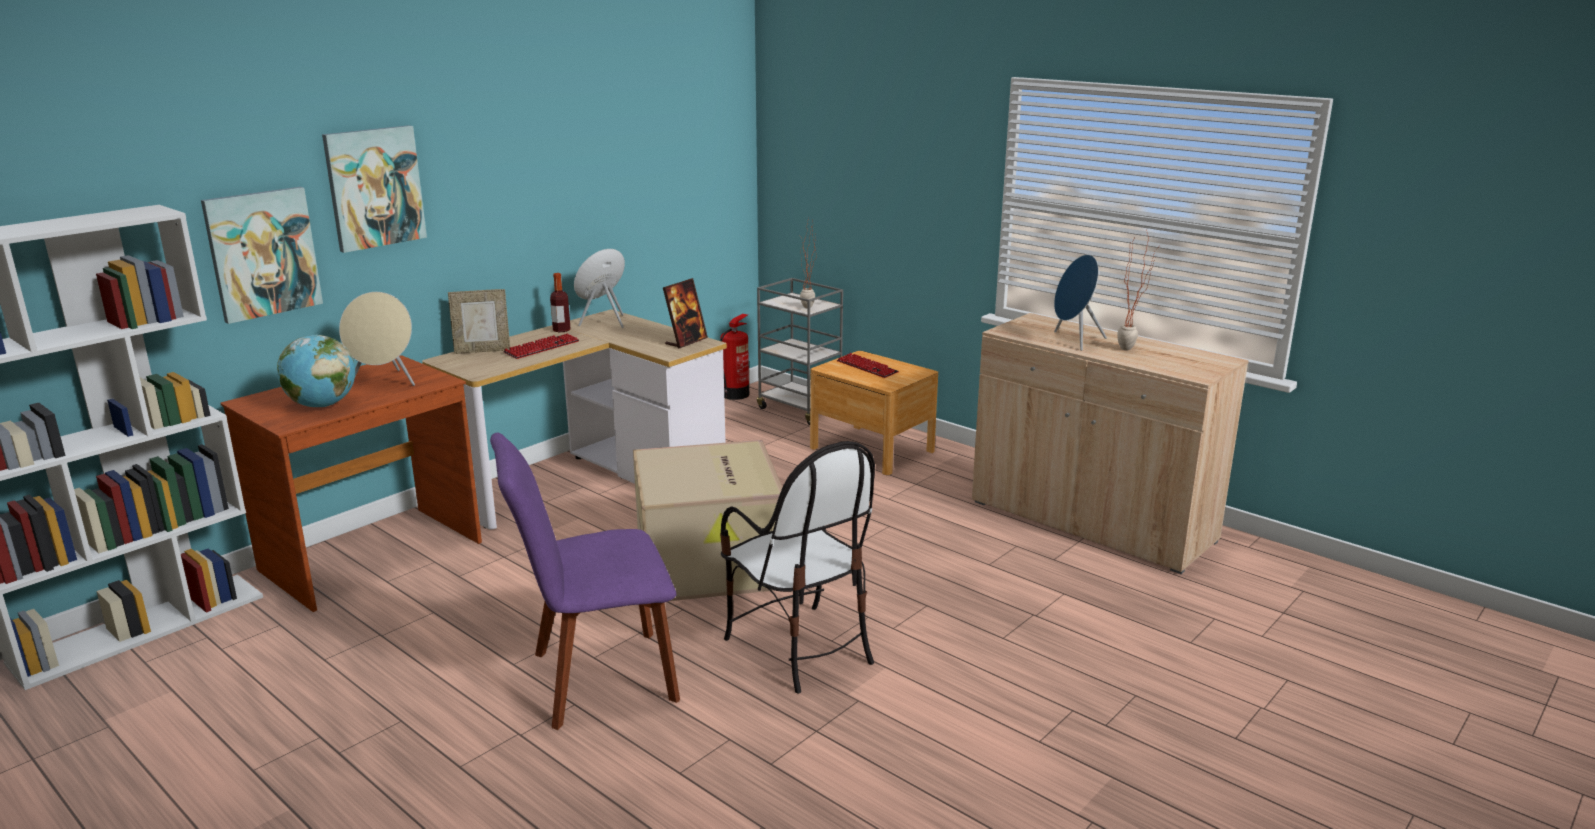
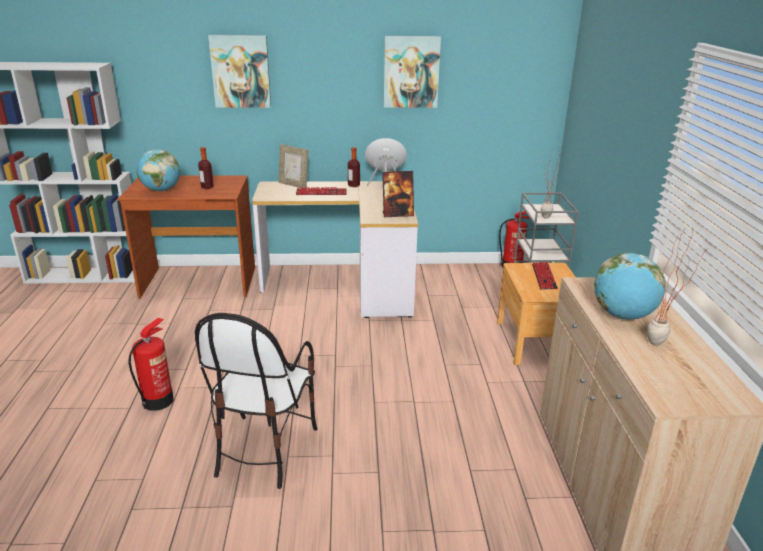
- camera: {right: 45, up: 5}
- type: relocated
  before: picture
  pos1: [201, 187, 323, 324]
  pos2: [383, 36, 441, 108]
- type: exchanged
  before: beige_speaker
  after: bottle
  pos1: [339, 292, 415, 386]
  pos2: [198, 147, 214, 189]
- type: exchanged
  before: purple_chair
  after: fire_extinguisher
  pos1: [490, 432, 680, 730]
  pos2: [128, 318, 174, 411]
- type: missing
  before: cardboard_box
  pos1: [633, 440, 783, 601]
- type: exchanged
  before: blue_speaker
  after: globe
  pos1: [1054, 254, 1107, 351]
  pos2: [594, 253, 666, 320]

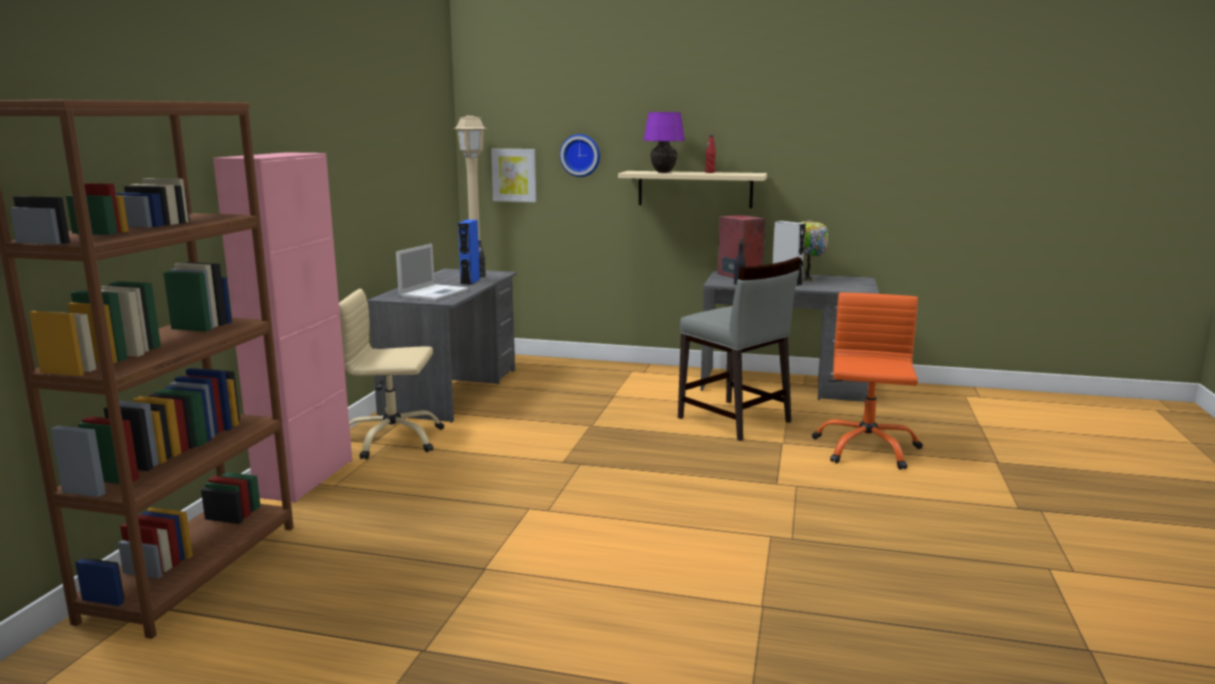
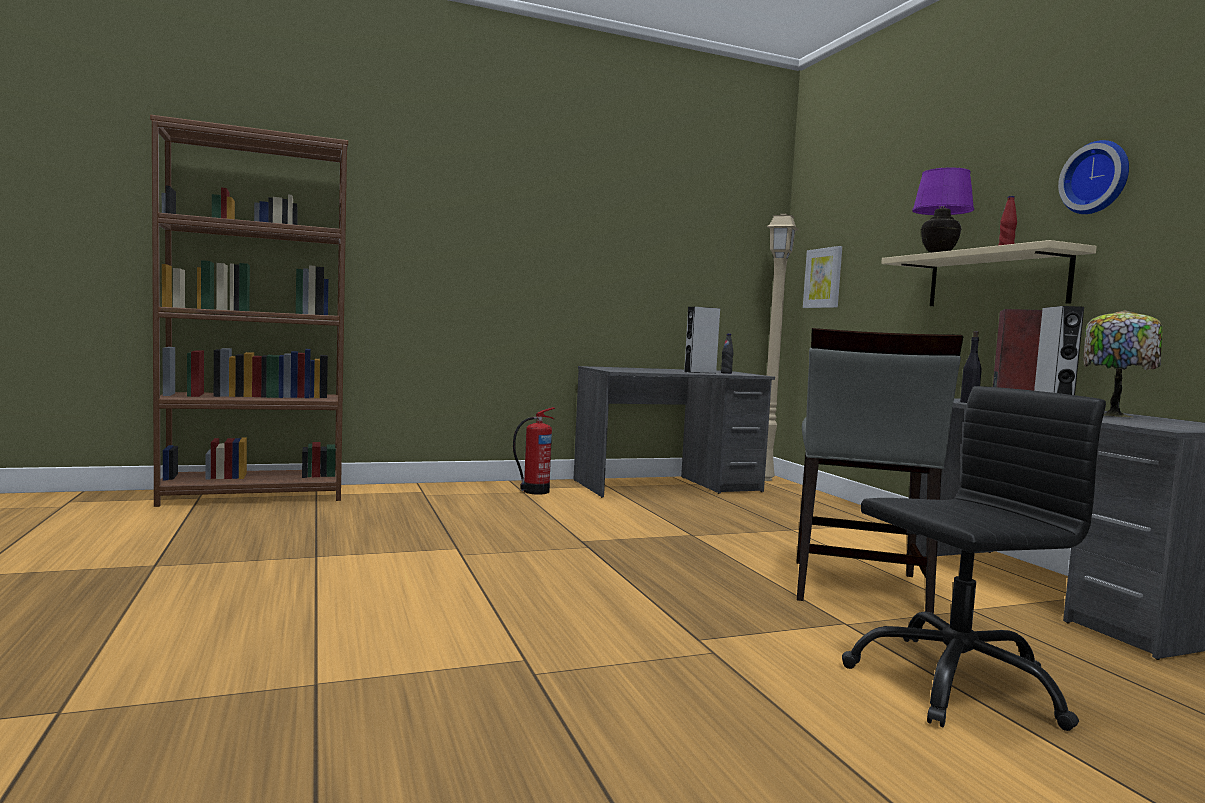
- camera: {right: 55, up: -10}
- type: missing
  before: pink_cabinet
  pos1: [213, 152, 352, 503]
- type: exchanged
  before: beige_office_chair
  after: fire_extinguisher
  pos1: [339, 289, 444, 460]
  pos2: [513, 407, 555, 495]
- type: missing
  before: laptop
  pos1: [396, 244, 469, 301]
- type: colour
  before: blue_speaker
  after: grey_speaker
  pos1: [458, 220, 480, 285]
  pos2: [684, 307, 720, 373]
- type: relocated
  before: wall_clock
  pos1: [560, 134, 600, 177]
  pos2: [1058, 140, 1129, 214]
- type: colour
  before: orange_office_chair
  after: black_office_chair
  pos1: [812, 293, 923, 470]
  pos2: [842, 386, 1106, 731]

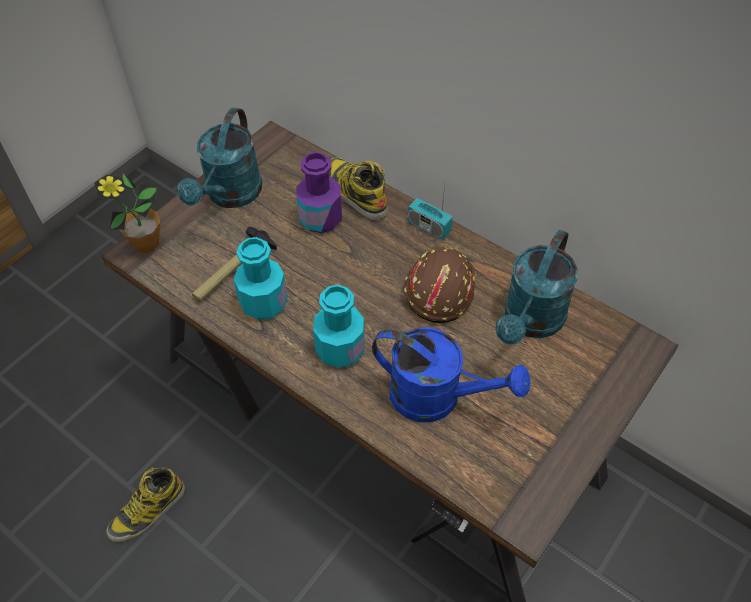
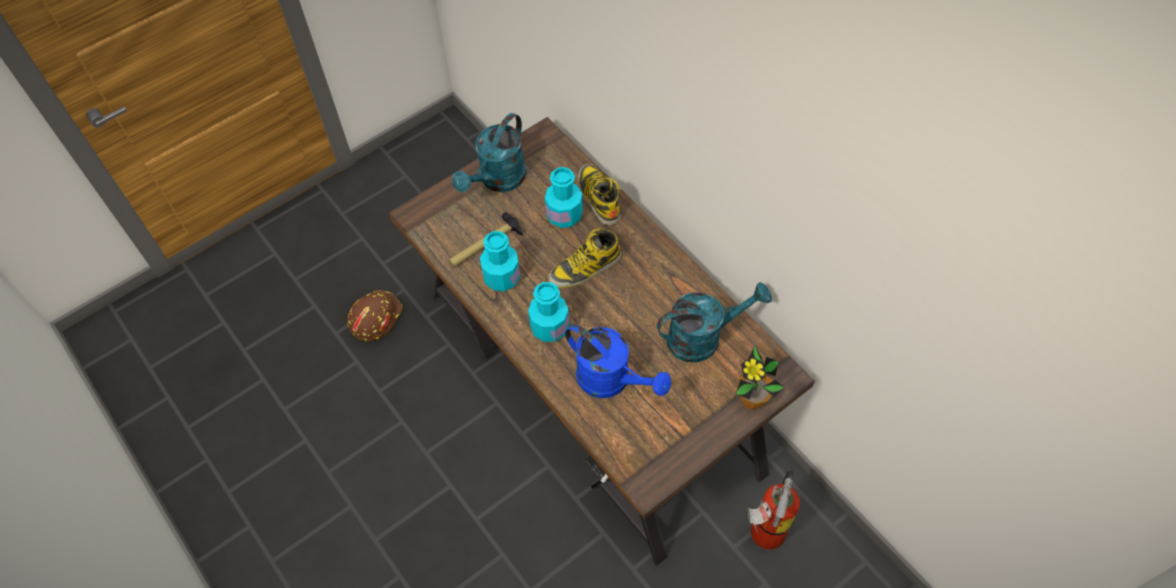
- camera: {right: 15, up: 5}
- type: relocated
  before: potted_plant
  pos1: [95, 173, 160, 253]
  pos2: [736, 345, 784, 410]
- type: relocated
  before: boot
  pos1: [106, 467, 185, 542]
  pos2: [548, 228, 621, 288]
- type: colour
  before: purple_bottle
  after: turquoise_bottle
  pos1: [296, 152, 342, 233]
  pos2: [545, 167, 583, 228]
- type: relocated
  before: brown_hard_hat
  pos1: [404, 247, 475, 323]
  pos2: [347, 290, 403, 342]
- type: missing
  before: radio
  pos1: [408, 184, 453, 240]
- type: spun
  before: turquoise_watering_can
  pos1: [495, 230, 578, 345]
  pos2: [657, 282, 772, 363]
  turn: -150
- type: appeared
  after: fire_extinguisher
  pos2: [747, 469, 800, 550]

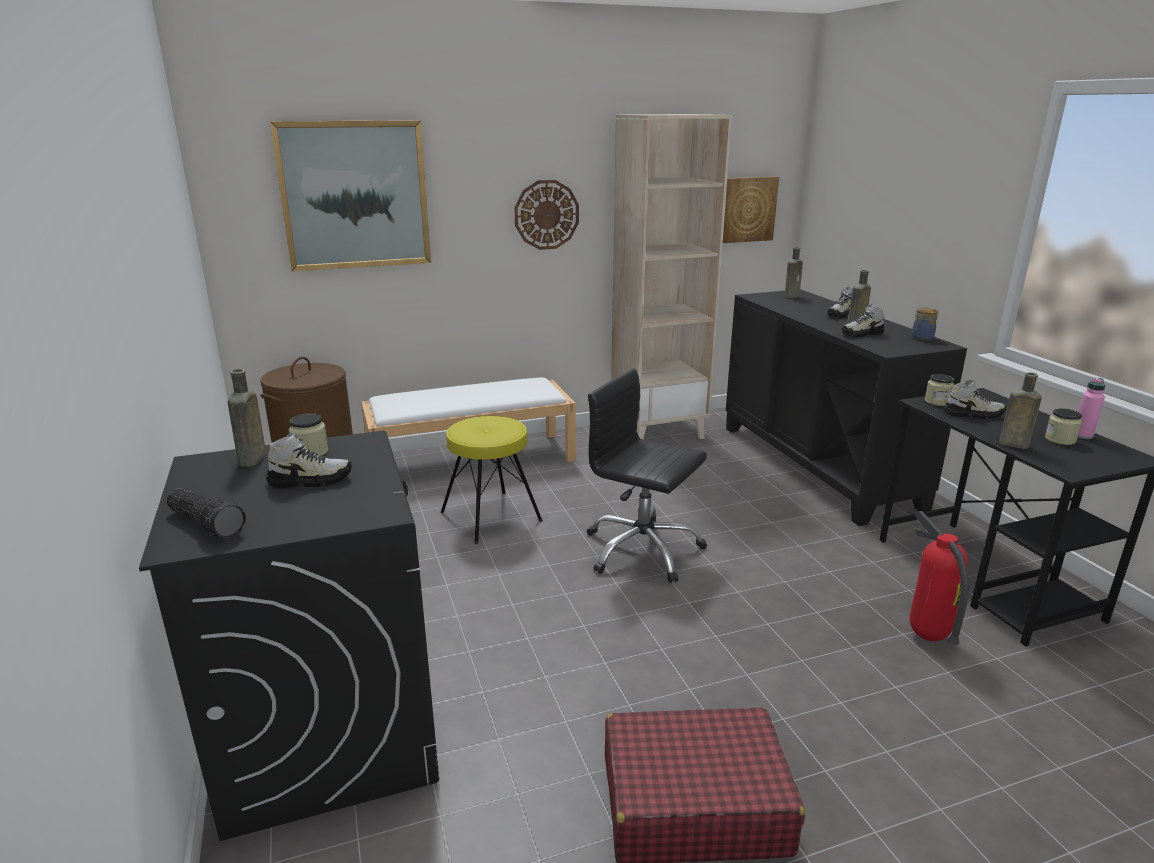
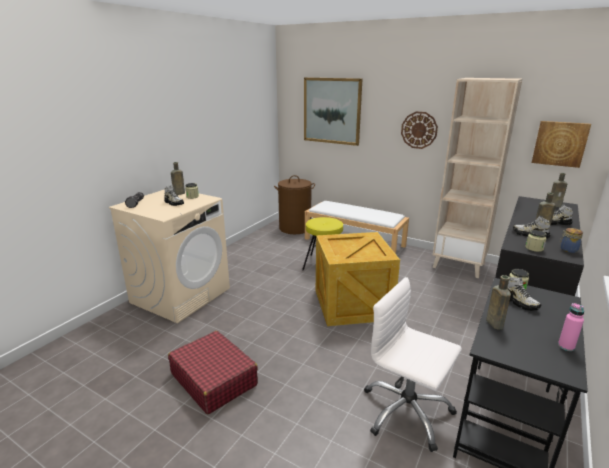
- camera: {right: 50, up: 0}
- type: colour
  before: black_washing_machine
  after: beige_washing_machine
  pos1: [139, 431, 439, 841]
  pos2: [109, 190, 230, 323]
- type: exchanged
  before: black_office_chair
  after: crate
  pos1: [587, 368, 707, 583]
  pos2: [316, 232, 400, 326]
- type: exchanged
  before: fire_extinguisher
  after: white_office_chair
  pos1: [910, 511, 969, 645]
  pos2: [364, 277, 462, 452]
- type: relocated
  before: jar
  pos1: [1045, 408, 1082, 445]
  pos2: [525, 230, 547, 252]

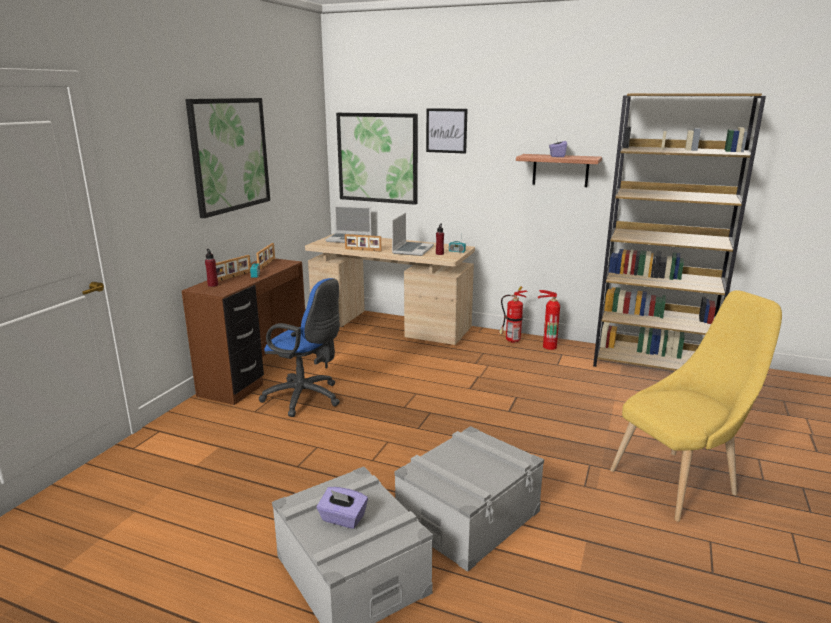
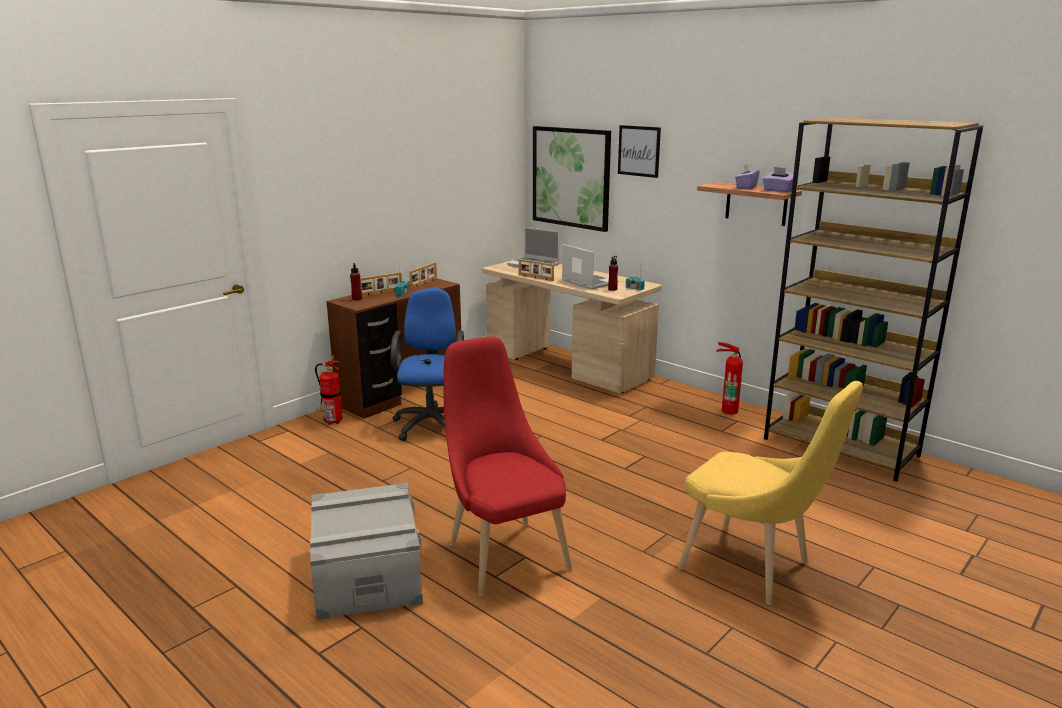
- camera: {right: 20, up: 0}
- type: missing
  before: picture
  pos1: [185, 98, 270, 218]
- type: spun
  before: blue_office_chair
  pos1: [259, 278, 340, 417]
  pos2: [391, 288, 464, 441]
  turn: -135
- type: relocated
  before: purple_tissue_box
  pos1: [317, 487, 368, 529]
  pos2: [762, 167, 794, 192]
- type: spun
  before: laptop
  pos1: [392, 213, 434, 256]
  pos2: [562, 244, 618, 289]
  turn: -75
- type: exchanged
  before: grey_storage_box
  after: red_chair
  pos1: [394, 426, 544, 572]
  pos2: [443, 336, 572, 597]
- type: relocated
  before: fire_extinguisher
  pos1: [498, 286, 527, 343]
  pos2: [315, 355, 342, 425]
- type: spun
  before: yellow_chair
  pos1: [610, 290, 782, 522]
  pos2: [678, 381, 863, 605]
  turn: 45

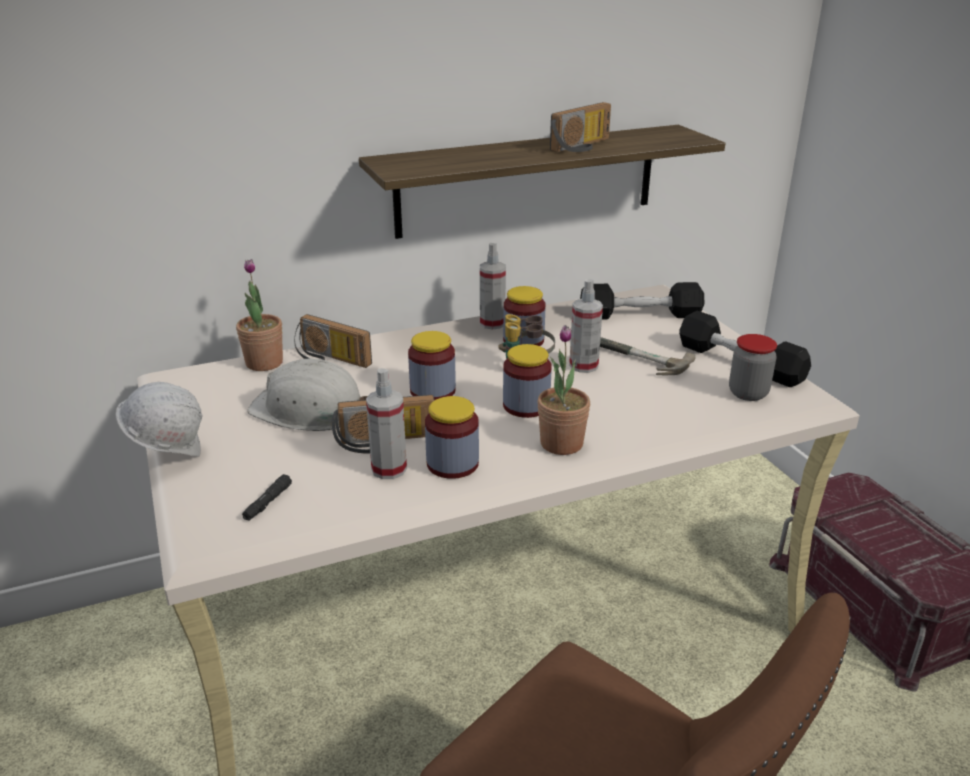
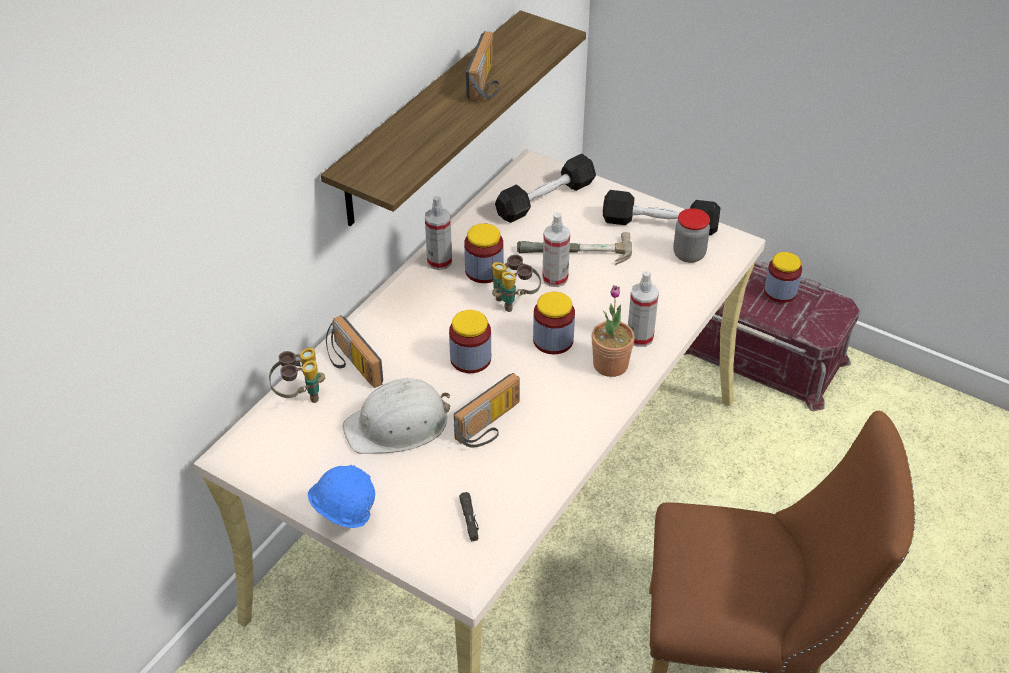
- camera: {right: -35, up: 15}
- type: colour
  before: white_hard_hat
  after: blue_hard_hat
  pos1: [116, 382, 203, 457]
  pos2: [308, 465, 375, 528]
- type: exchanged
  before: potted_plant
  after: binoculars
  pos1: [236, 259, 283, 371]
  pos2: [269, 347, 325, 403]
- type: spun
  before: radio
  pos1: [294, 314, 372, 368]
  pos2: [326, 315, 383, 388]
  turn: 60
- type: relocated
  before: spray_bottle
  pos1: [366, 368, 407, 479]
  pos2: [628, 271, 659, 347]
- type: relocated
  before: jar
  pos1: [425, 396, 479, 479]
  pos2: [764, 252, 802, 303]

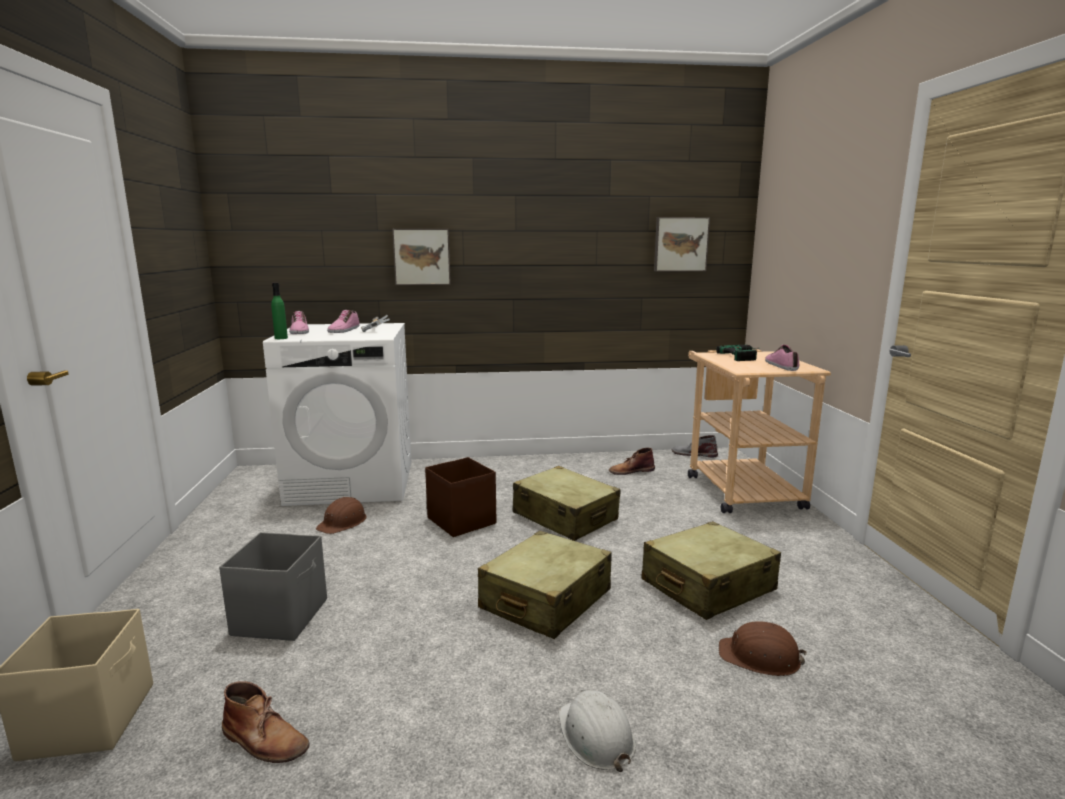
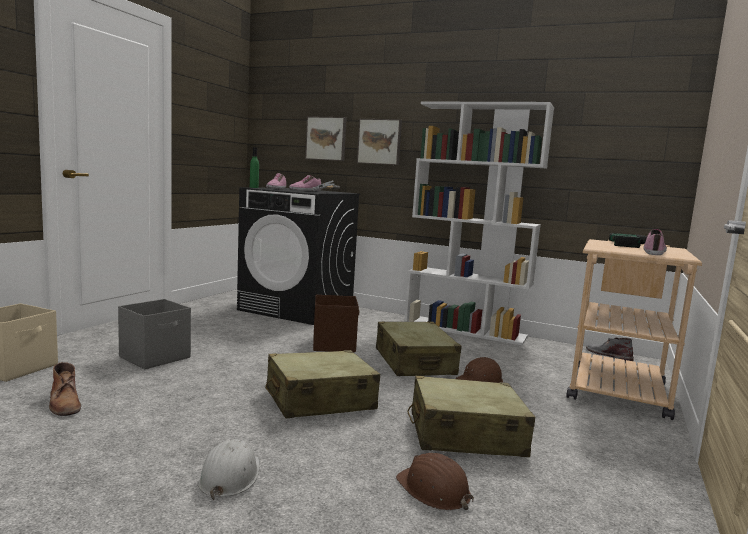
- camera: {right: 30, up: -5}
- type: colour
  before: white_washing_machine
  after: black_washing_machine
  pos1: [263, 323, 412, 506]
  pos2: [237, 187, 360, 325]
- type: relocated
  before: brown_hard_hat
  pos1: [316, 497, 367, 534]
  pos2: [456, 357, 503, 383]
- type: missing
  before: brown_boot
  pos1: [608, 448, 655, 475]
- type: relocated
  before: picture
  pos1: [654, 217, 710, 272]
  pos2: [305, 116, 347, 161]
- type: appeared
  after: white_bookcase
  pos2: [404, 102, 554, 345]

